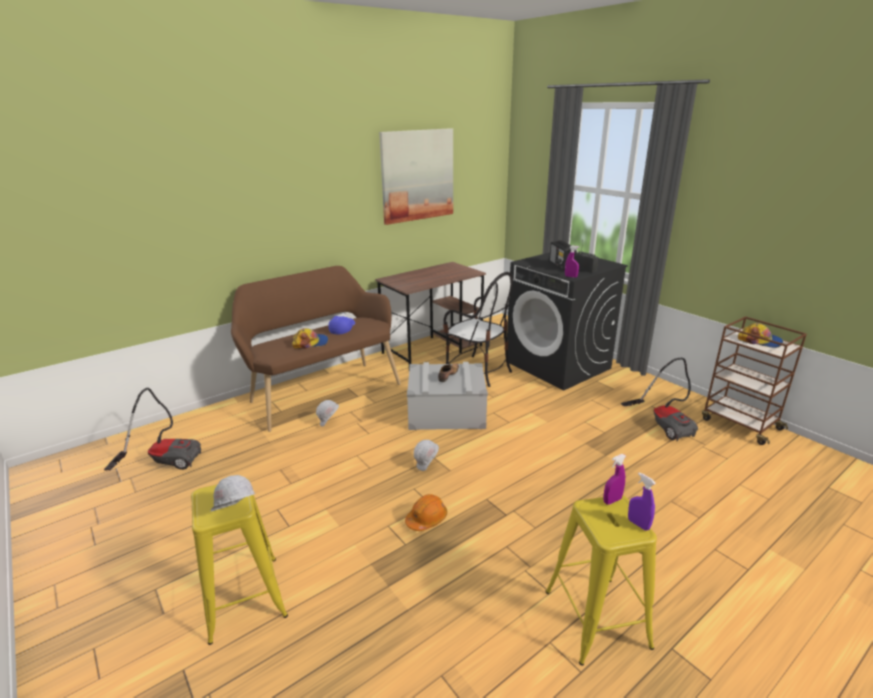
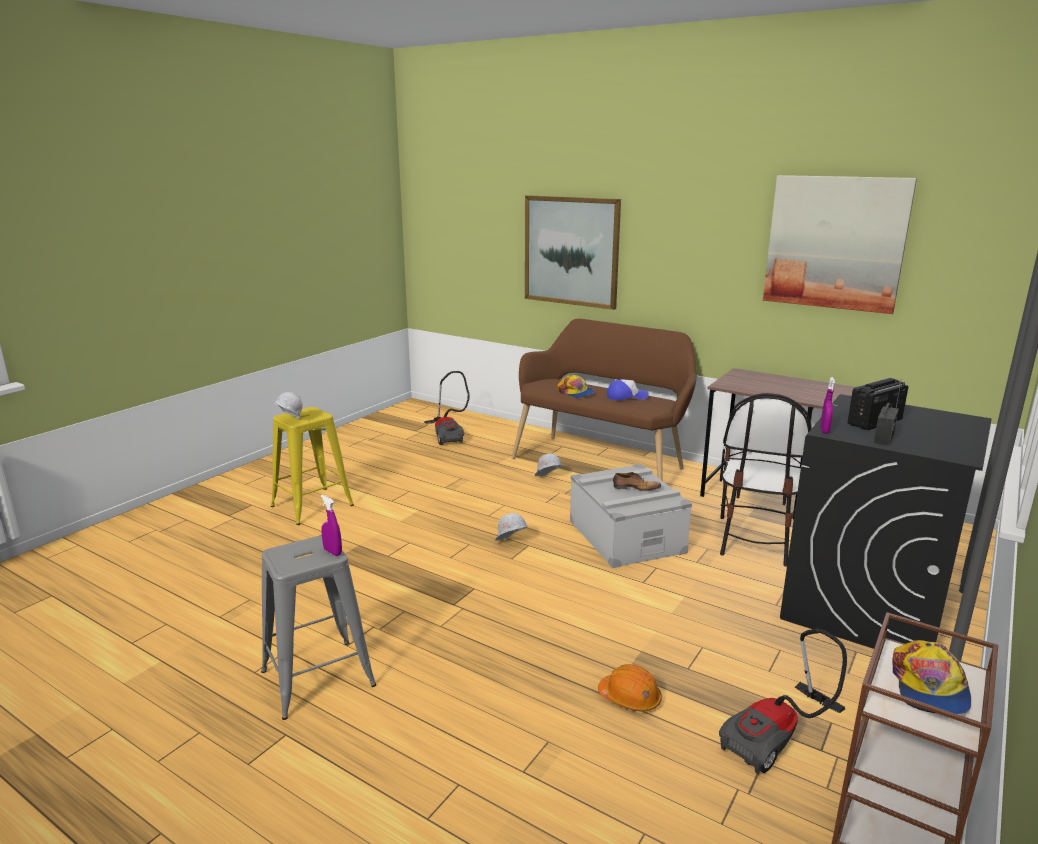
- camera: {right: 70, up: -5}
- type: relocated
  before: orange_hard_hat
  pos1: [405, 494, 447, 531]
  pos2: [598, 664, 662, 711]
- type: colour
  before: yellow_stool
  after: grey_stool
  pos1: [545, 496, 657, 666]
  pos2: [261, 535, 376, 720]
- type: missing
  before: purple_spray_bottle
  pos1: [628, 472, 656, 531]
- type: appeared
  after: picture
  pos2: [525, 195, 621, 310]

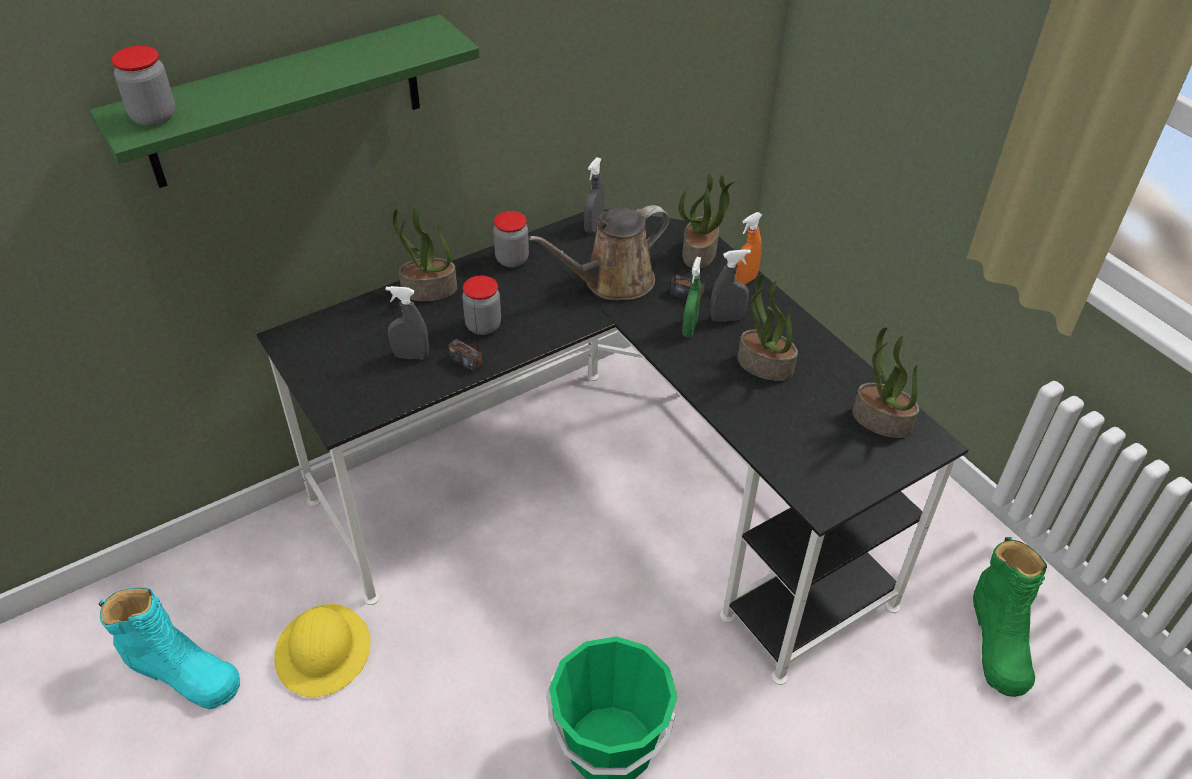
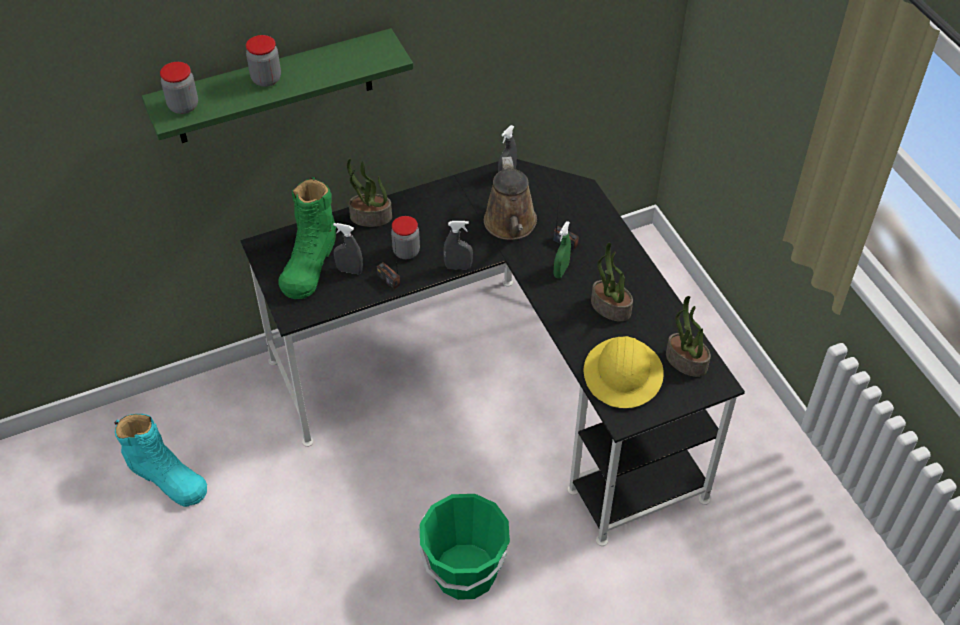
- camera: {right: 10, up: 5}
- type: relocated
  before: yellow_hard_hat
  pos1: [274, 604, 371, 697]
  pos2: [584, 336, 664, 408]
- type: relocated
  before: jar
  pos1: [493, 211, 529, 267]
  pos2: [246, 35, 281, 87]
- type: spun
  before: brown_watering_can
  pos1: [529, 205, 670, 300]
  pos2: [484, 156, 537, 240]
  turn: -75
- type: missing
  before: potted_plant
  pos1: [679, 172, 736, 269]
- type: relocated
  before: grey_spray_bottle
  pos1: [710, 249, 751, 322]
  pos2: [443, 221, 473, 269]
- type: missing
  before: orange_spray_bottle
  pos1: [735, 212, 763, 285]
- type: relocated
  before: green_boot
  pos1: [973, 537, 1047, 697]
  pos2: [278, 177, 336, 299]

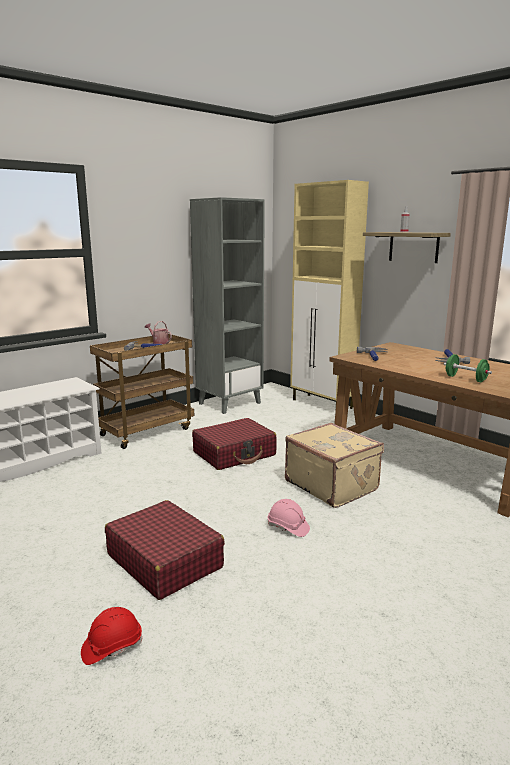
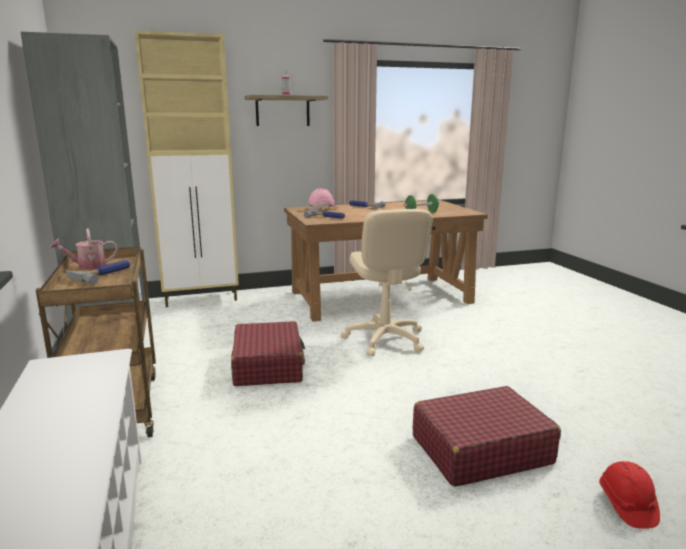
- camera: {right: -65, up: 0}
- type: relocated
  before: pink_hard_hat
  pos1: [267, 499, 310, 537]
  pos2: [308, 188, 337, 211]
- type: exchanged
  before: beige_suitcase
  after: beige_office_chair
  pos1: [285, 423, 384, 508]
  pos2: [341, 209, 432, 356]

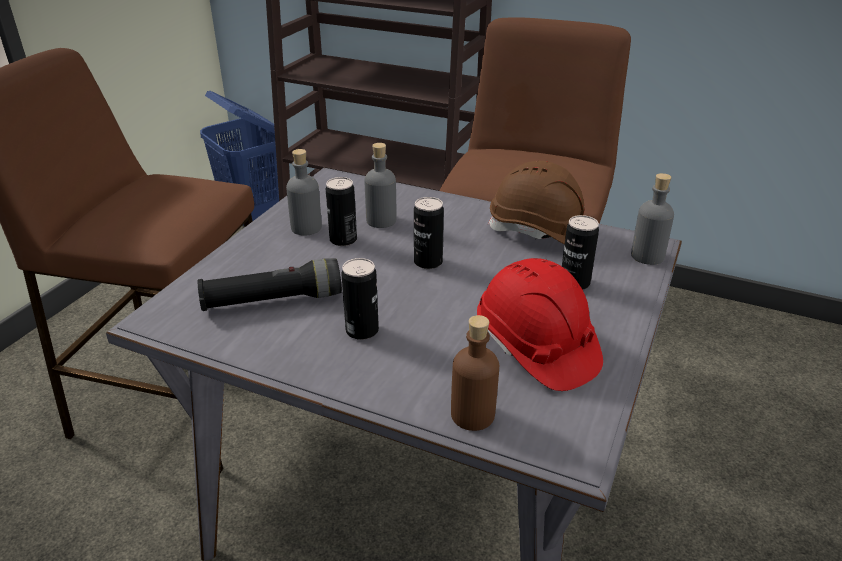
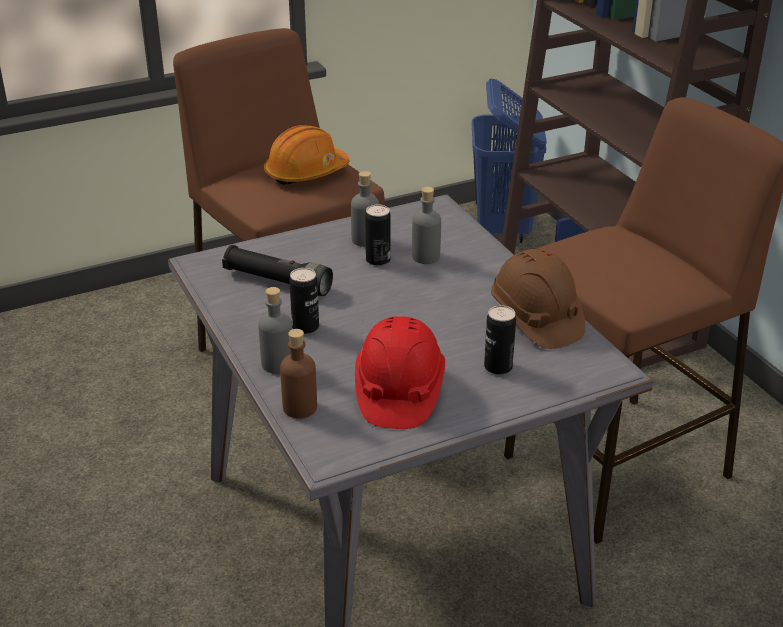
- camera: {right: 40, up: 0}
- type: missing
  before: can
  pos1: [414, 197, 444, 269]
- type: relocated
  before: grey_bottle
  pos1: [631, 173, 674, 265]
  pos2: [258, 287, 292, 374]
- type: appeared
  after: orange_hard_hat
  pos2: [264, 125, 349, 185]

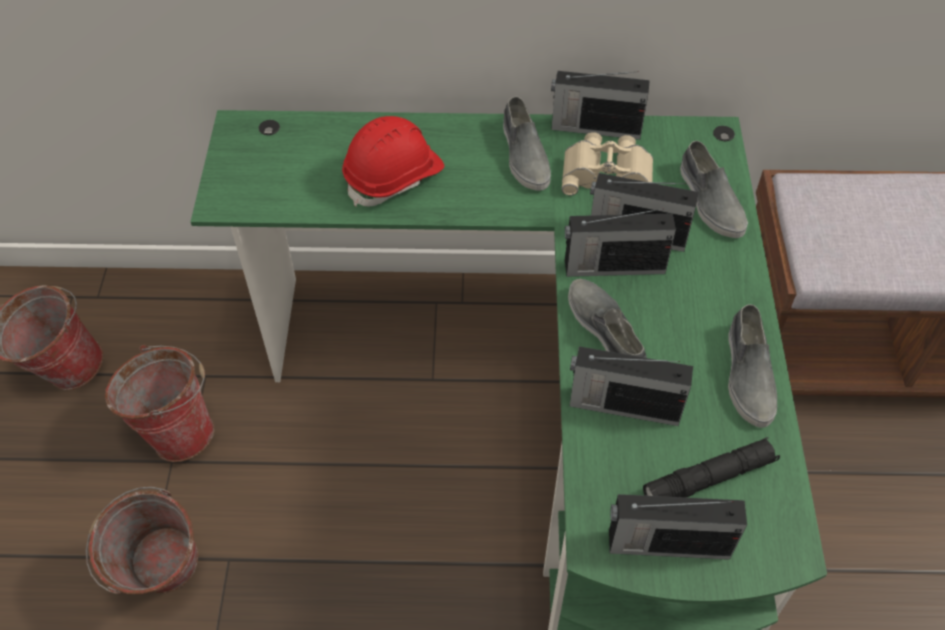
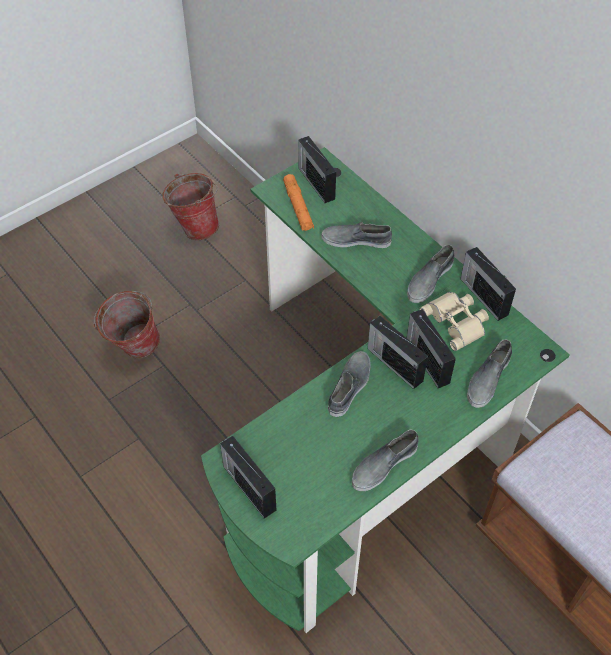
- camera: {right: 50, up: 0}
- type: missing
  before: bucket
  pos1: [105, 345, 215, 462]
- type: exchanged
  before: red_hard_hat
  after: grey_shoe
  pos1: [342, 116, 444, 206]
  pos2: [322, 222, 392, 248]
- type: relocated
  before: radio
  pos1: [569, 346, 693, 426]
  pos2: [298, 136, 336, 203]
- type: missing
  before: black_flashlight
  pos1: [643, 437, 780, 498]
- type: appeared
  after: orange_flashlight
  pos2: [283, 174, 314, 231]

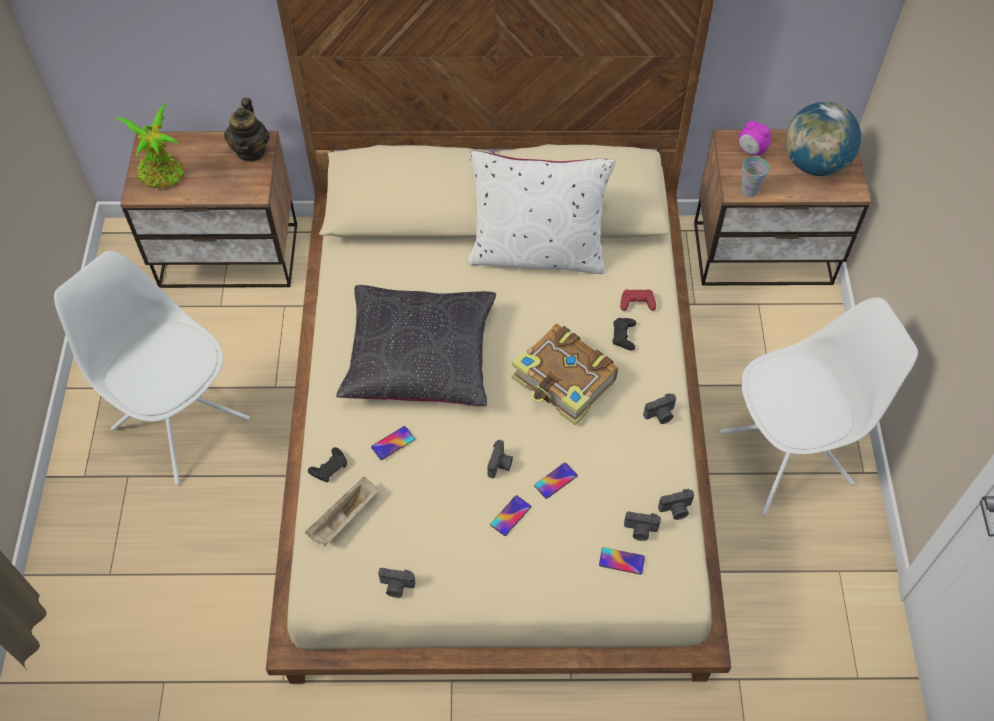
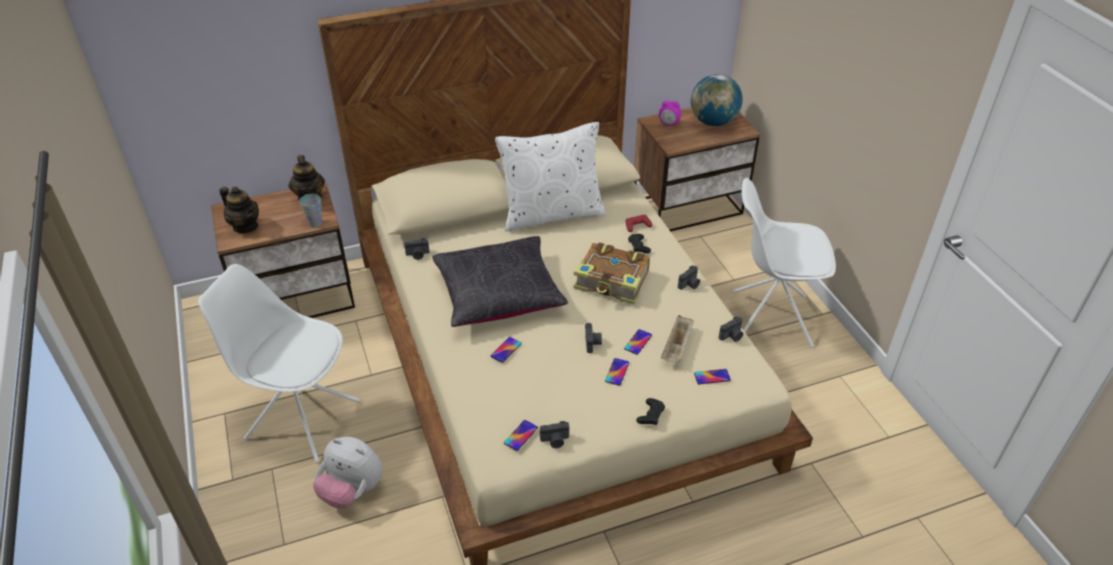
- camera: {right: -20, up: -15}
- type: exchanged
  before: potted_plant
  after: teapot
  pos1: [116, 103, 184, 188]
  pos2: [220, 187, 259, 233]
- type: relocated
  before: beige_tray
  pos1: [305, 477, 378, 546]
  pos2: [661, 315, 694, 362]
- type: relocated
  before: black_game_controller
  pos1: [308, 447, 347, 482]
  pos2: [636, 398, 665, 425]
- type: relocated
  before: photo_camera
  pos1: [624, 511, 661, 541]
  pos2: [404, 238, 430, 260]
- type: spun
  before: white_chair
  pos1: [719, 297, 918, 515]
  pos2: [732, 178, 836, 348]
  turn: -135
- type: relocated
  before: cup
  pos1: [740, 156, 769, 197]
  pos2: [299, 194, 322, 227]
- type: appeared
  after: plush_toy
  pos2: [313, 437, 383, 508]
- type: appeared
  after: phone
  pos2: [504, 420, 538, 451]

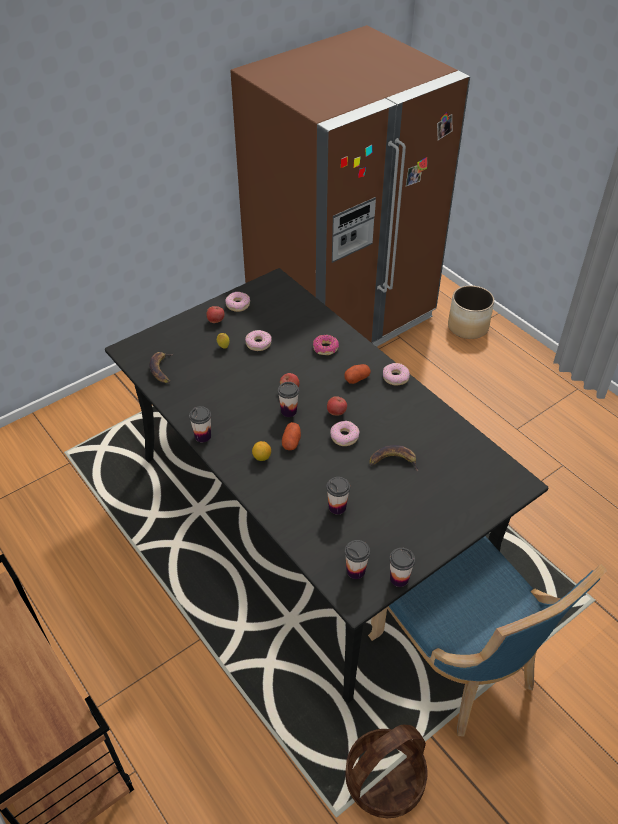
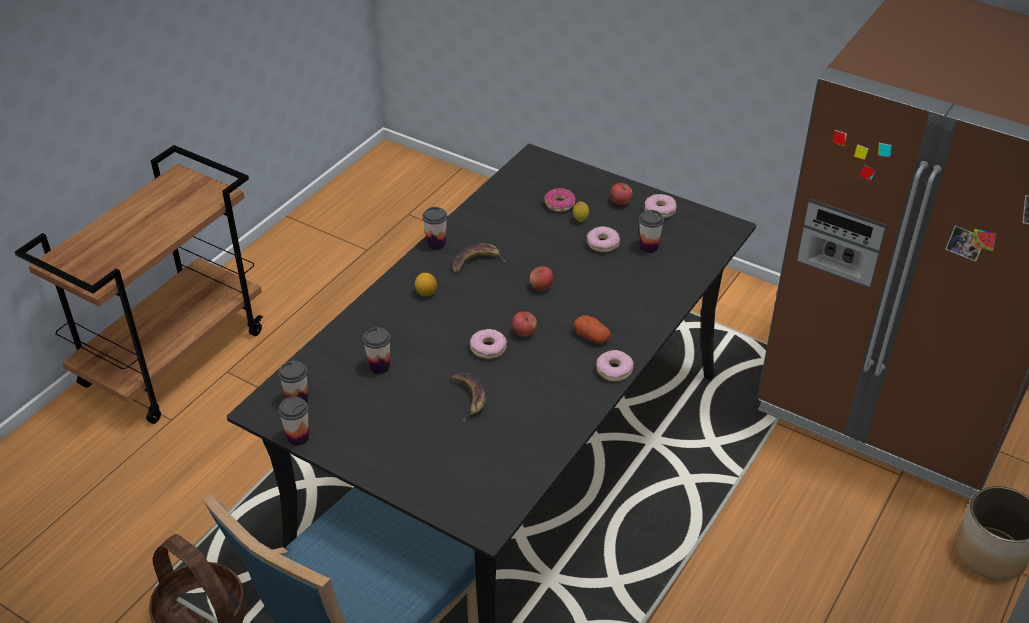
- camera: {right: 70, up: -5}
- type: relocated
  before: banana
  pos1: [149, 352, 174, 383]
  pos2: [453, 243, 506, 274]
- type: relocated
  before: cup
  pos1: [278, 382, 299, 417]
  pos2: [639, 210, 664, 253]
- type: missing
  before: potato
  pos1: [282, 422, 301, 450]
- type: relocated
  before: donut
  pos1: [313, 335, 339, 355]
  pos2: [544, 188, 576, 212]

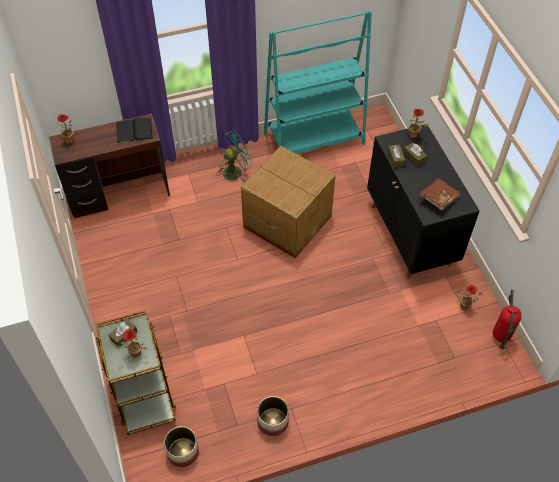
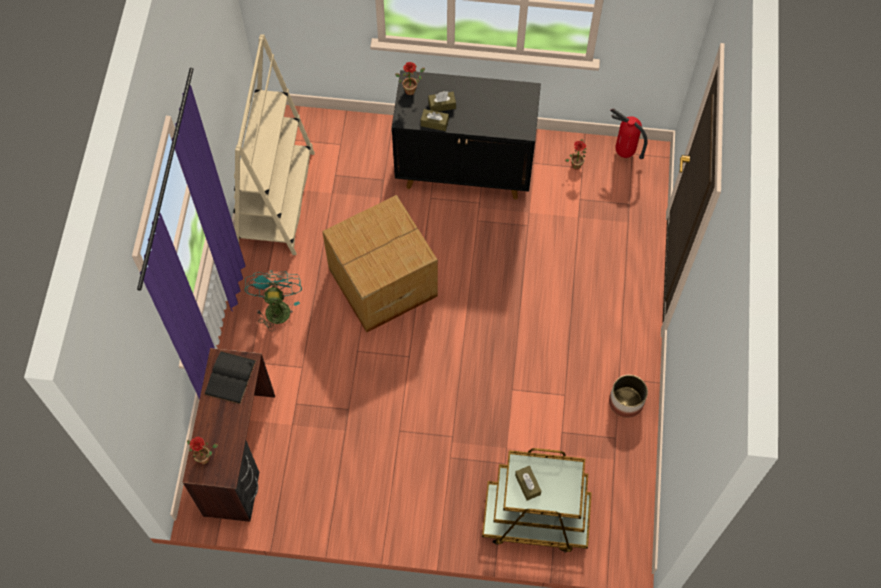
- camera: {right: -65, up: 10}
- type: missing
  before: potted_plant
  pos1: [116, 329, 147, 358]
- type: missing
  before: planter
  pos1: [164, 426, 199, 467]
- type: colour
  before: turquoise_bookcase
  after: beige_bookcase
  pos1: [264, 11, 372, 154]
  pos2: [233, 34, 315, 255]
- type: missing
  before: brown_book
  pos1: [420, 178, 460, 210]

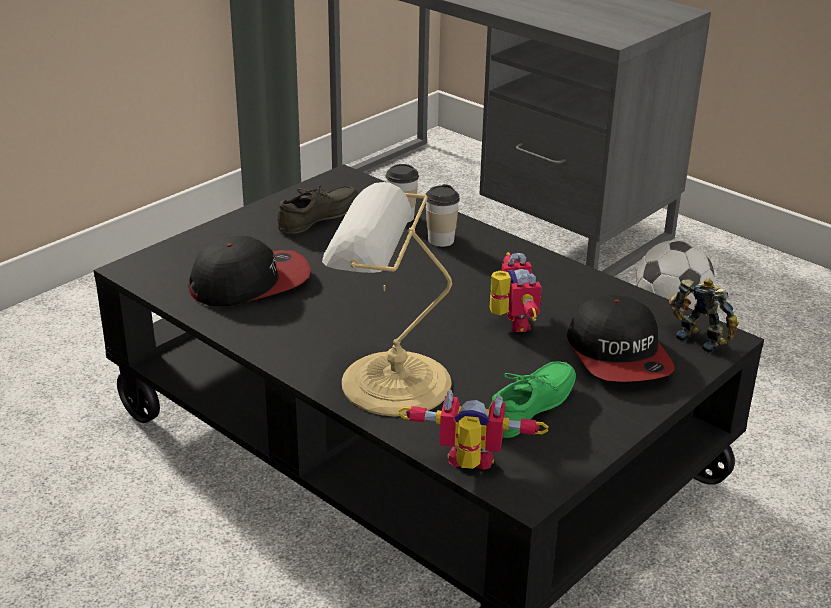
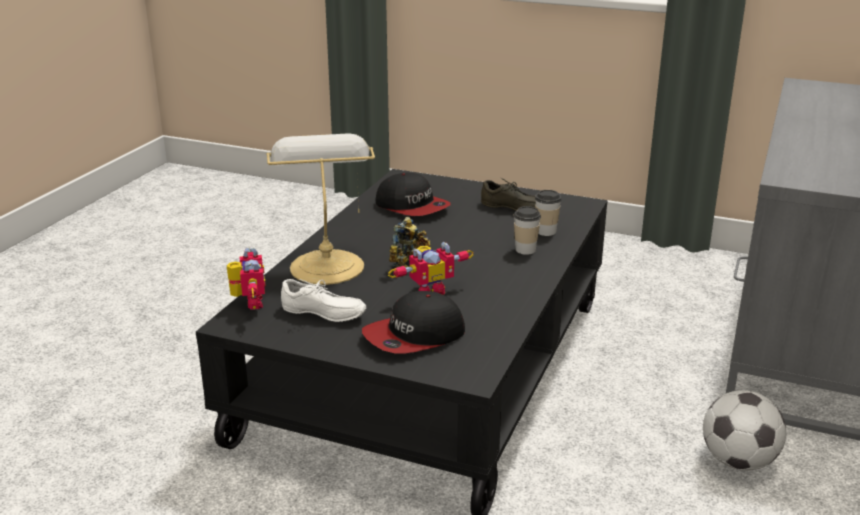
- camera: {right: 70, up: -5}
- type: colour
  before: green_shoe
  after: white_shoe
  pos1: [489, 361, 576, 438]
  pos2: [281, 279, 366, 322]
- type: relocated
  before: toy_robot
  pos1: [669, 278, 739, 353]
  pos2: [389, 217, 430, 273]

